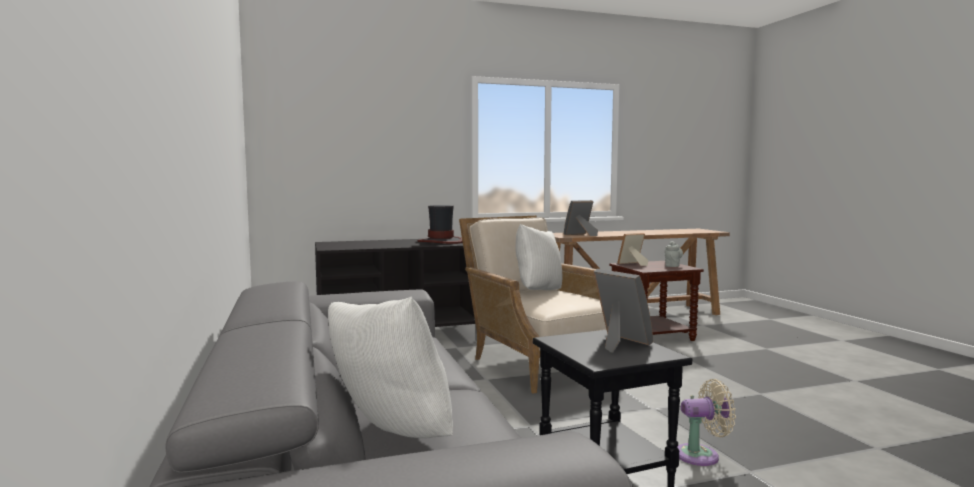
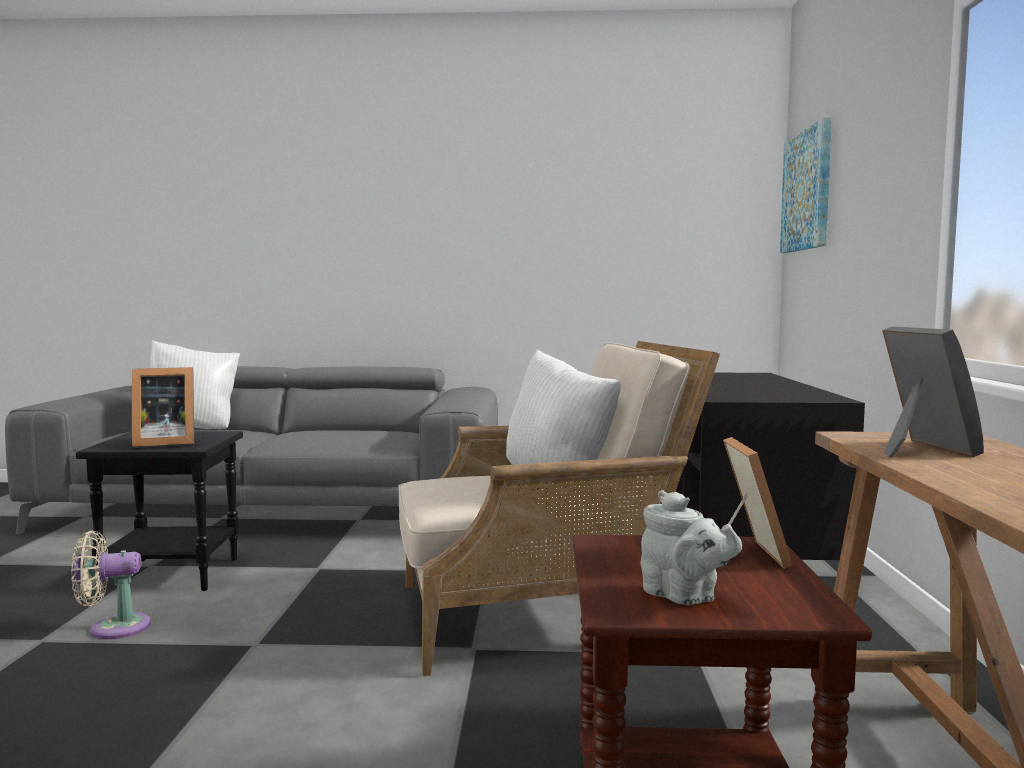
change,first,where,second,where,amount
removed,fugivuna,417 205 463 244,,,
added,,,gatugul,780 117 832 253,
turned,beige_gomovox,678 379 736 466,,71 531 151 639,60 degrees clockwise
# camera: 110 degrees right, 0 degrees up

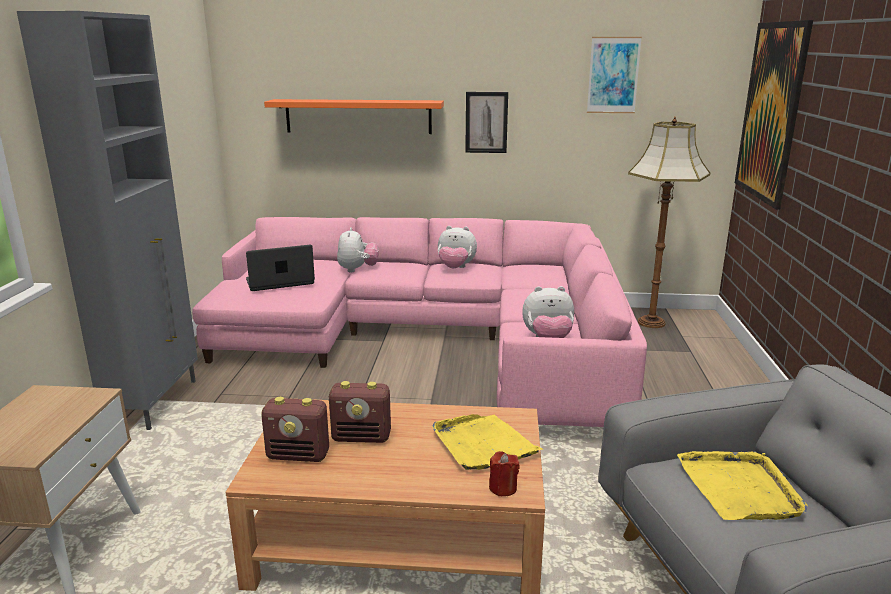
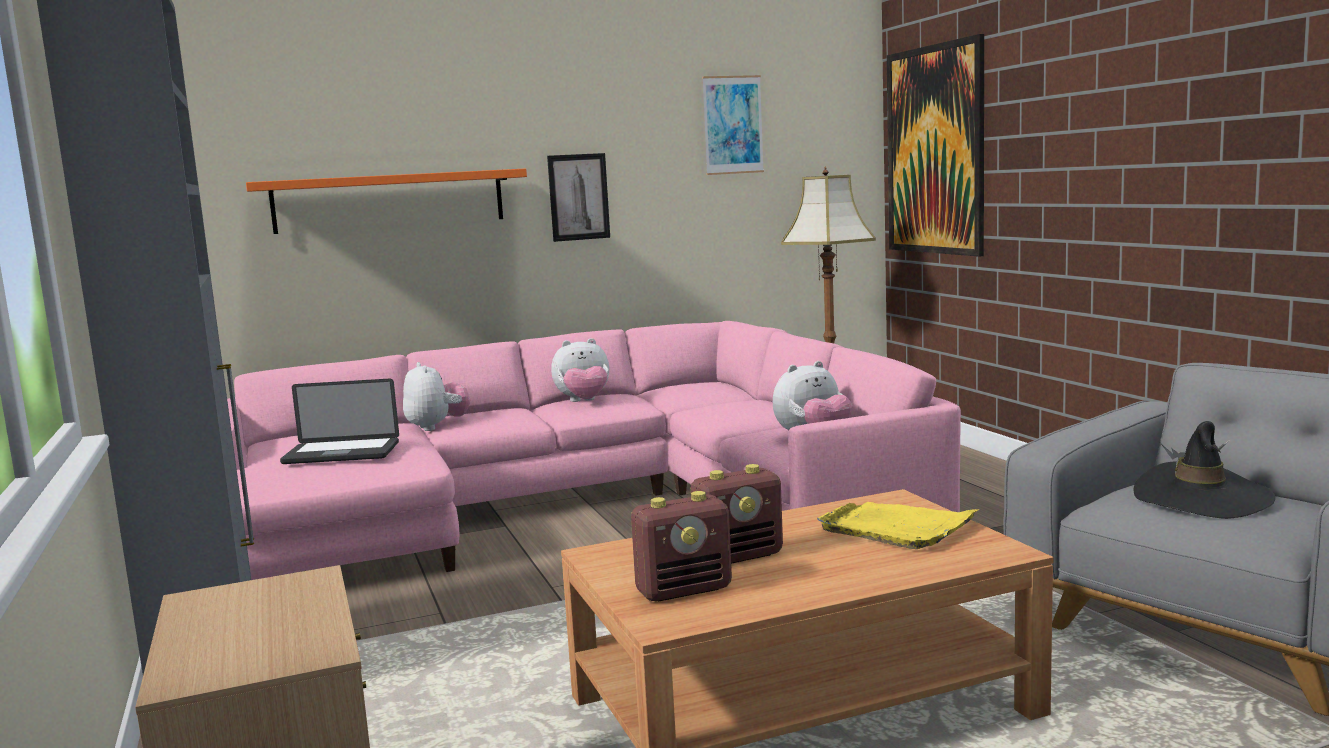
change,first,where,second,where,amount
removed,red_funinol,489 451 519 496,,,
replaced,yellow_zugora,677 451 808 520,black_fugivuna,1133 421 1275 519,
turned,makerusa,246 245 315 291,,280 379 399 464,135 degrees counterclockwise
# camera: 25 degrees left, 10 degrees down

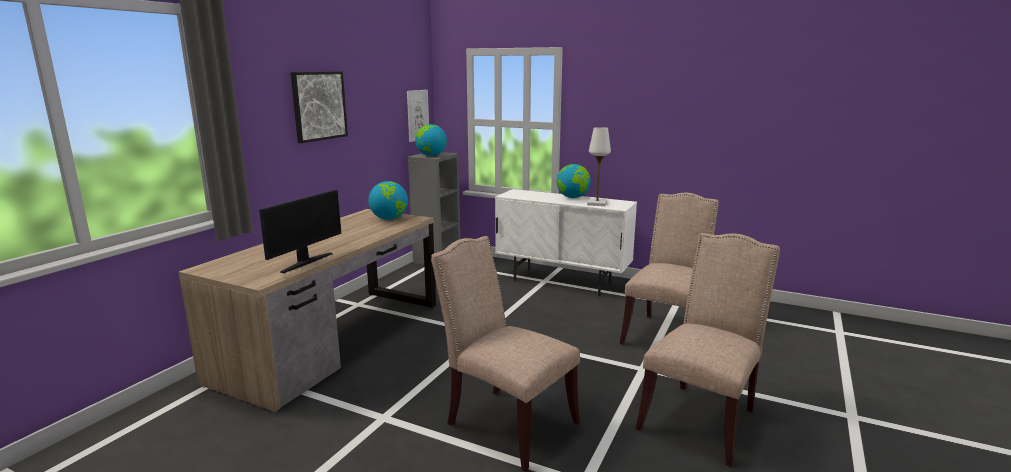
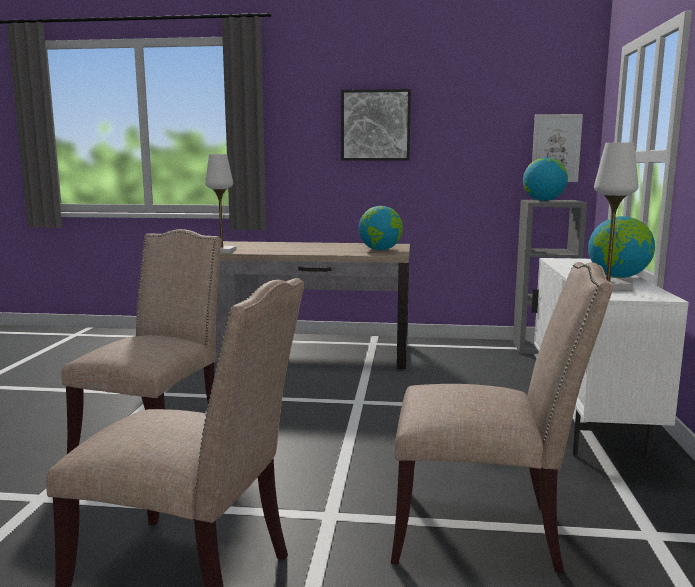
change,first,where,second,where,amount
replaced,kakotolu,259 190 341 273,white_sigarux,205 154 237 253,
# camera: 70 degrees right, 5 degrees down

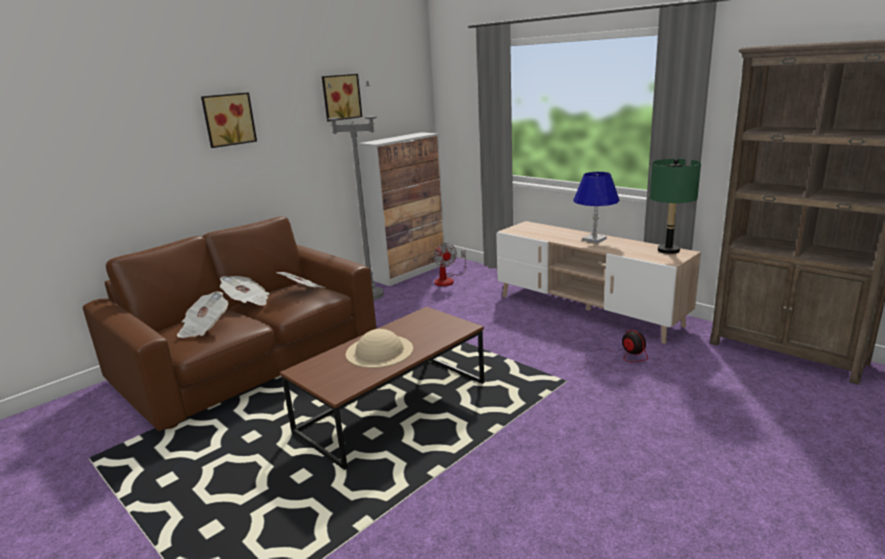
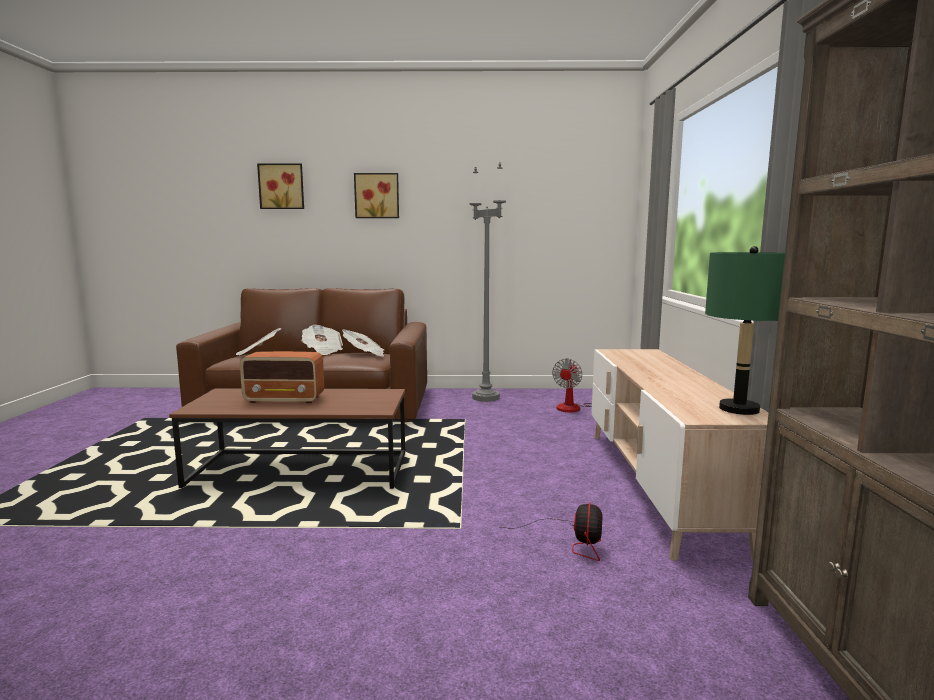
change,first,where,second,where,amount
removed,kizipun,359 132 446 286,,,
removed,blue_sigarux,573 172 620 243,,,
moved,gatugul,322 74 362 122,,257 163 304 209,
replaced,beige_fugivuna,346 329 413 368,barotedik,240 351 324 403,
# camera: 45 degrees right, 10 degrees down

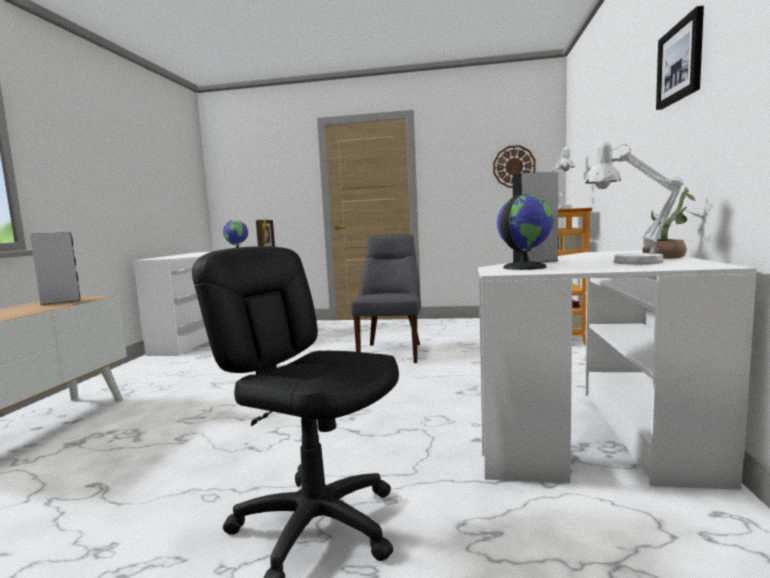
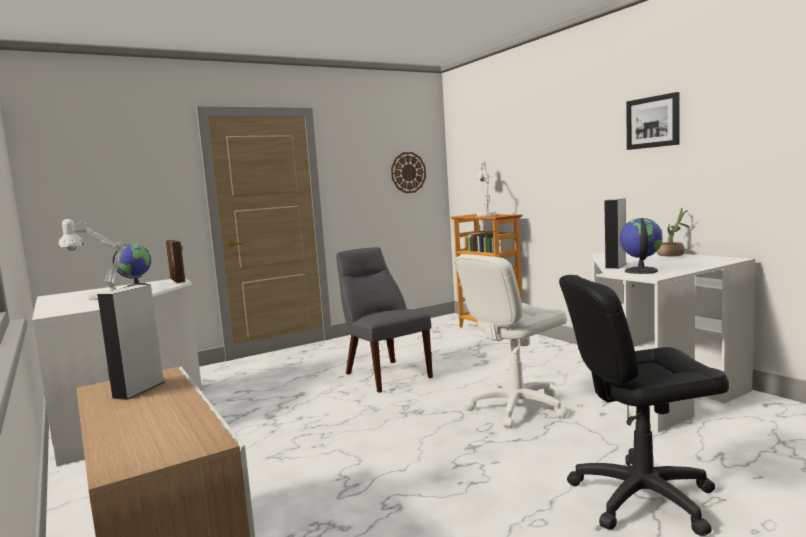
change,first,where,second,where,amount
added,,,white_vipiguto,455 254 567 428,
moved,white_sigarux,584 141 683 265,,58 219 124 300,
# camera: 40 degrees left, 0 degrees up

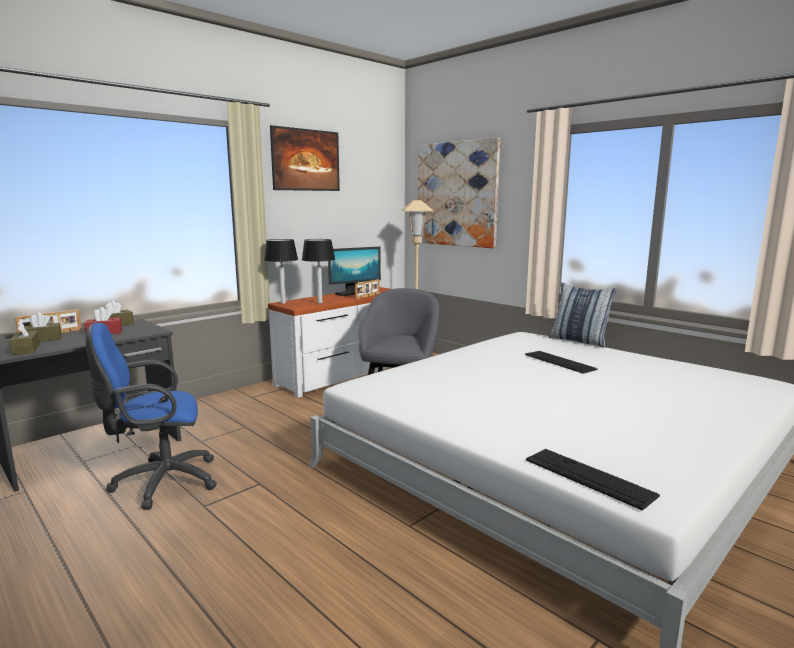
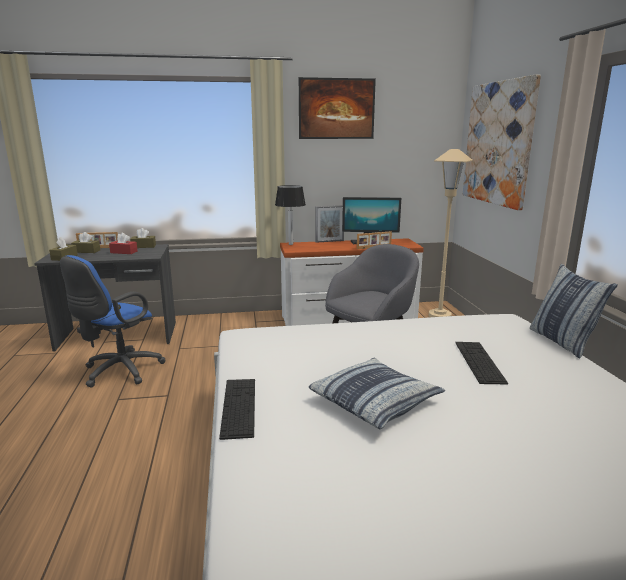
change,first,where,second,where,amount
removed,sigarux,302 239 335 303,,,
added,,,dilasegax,308 358 445 429,
added,,,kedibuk,316 205 344 243,
moved,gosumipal,526 449 660 510,,219 379 255 440,
turned,blue_vipiguto,85 323 217 510,,60 255 166 388,75 degrees counterclockwise
# camera: 35 degrees right, 5 degrees up

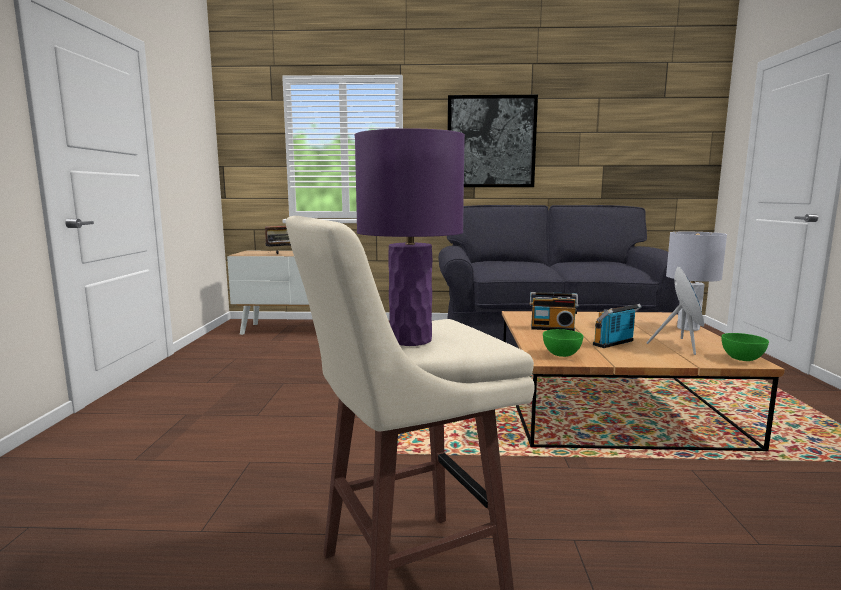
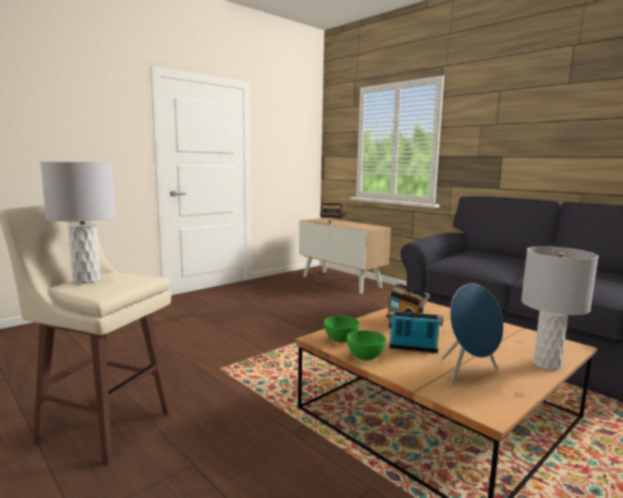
change,first,where,second,where,amount
removed,gatugul,448 95 538 187,,,
moved,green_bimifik,722 333 769 361,,347 330 386 360,
recoloured,purple_sigarux,355 128 465 346,grey_sigarux,40 161 115 284,
# camera: 45 degrees right, 0 degrees up

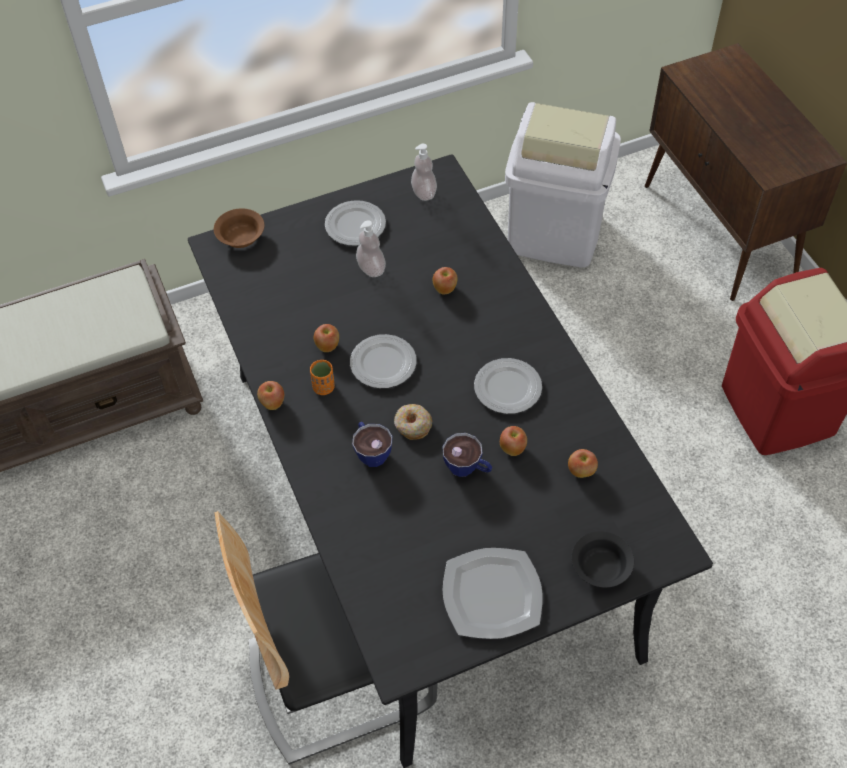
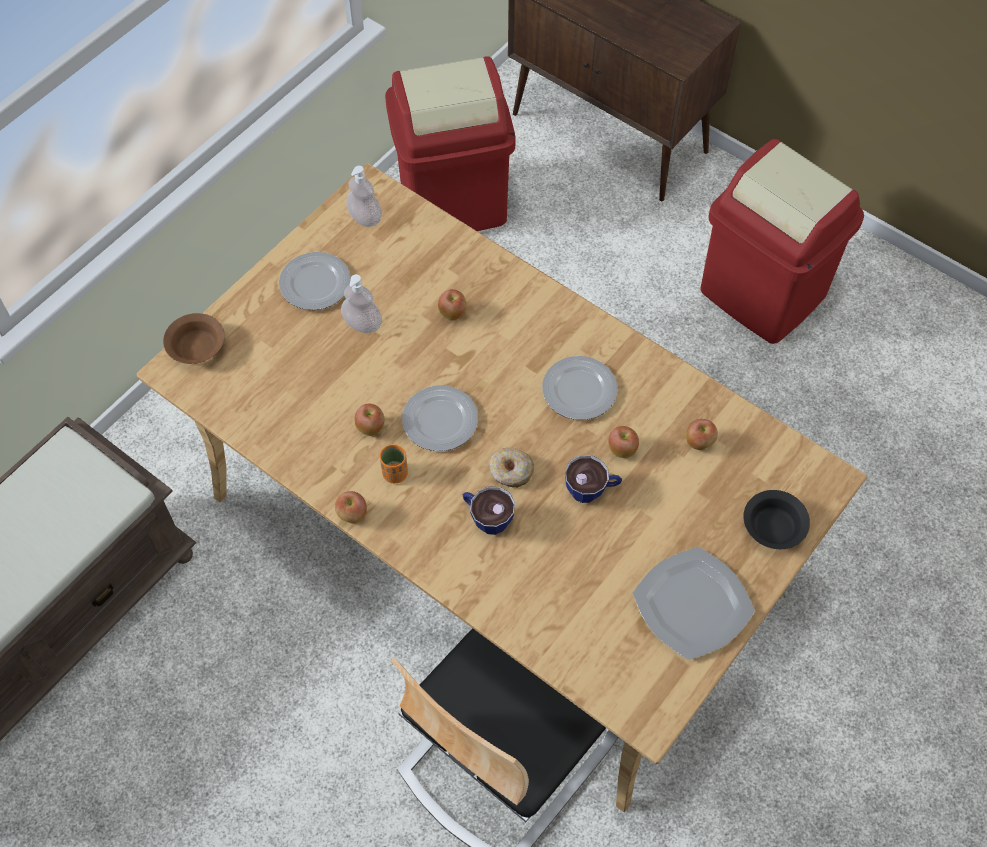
change,first,where,second,where,amount
recoloured,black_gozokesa,188 154 713 768,beige_gozokesa,137 163 867 812,
recoloured,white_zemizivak,505 102 621 268,red_zemizivak,385 56 516 231,
# camera: 30 degrees left, 5 degrees up

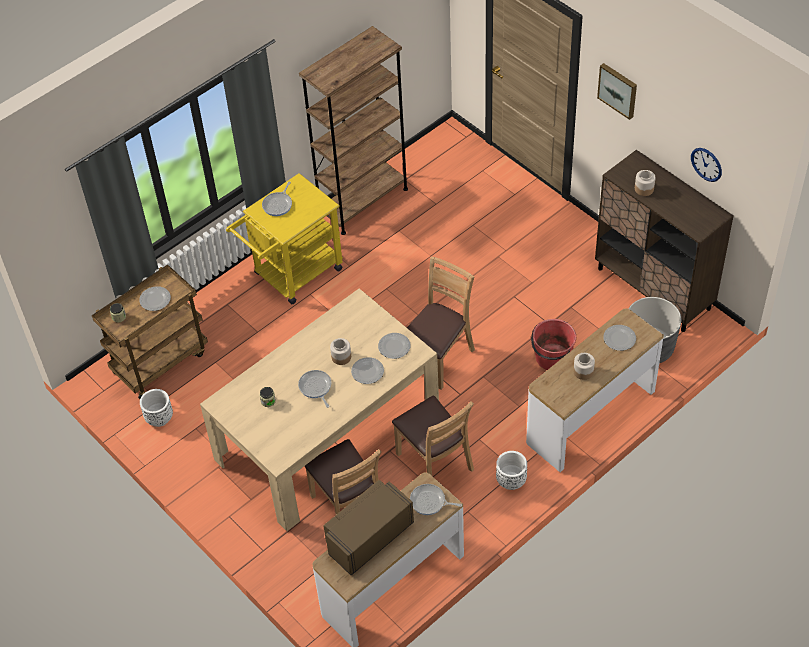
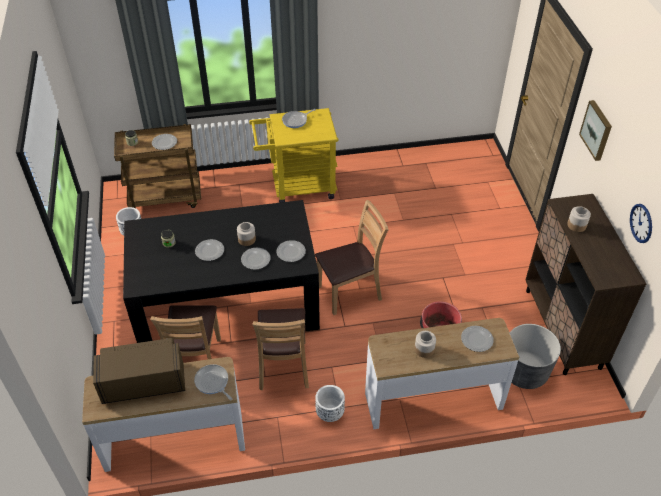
change,first,where,second,where,amount
removed,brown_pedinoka,299 26 408 235,,,
replaced,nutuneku,298 370 331 408,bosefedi,195 239 224 261,
recoloured,beige_gozokesa,200 288 439 531,black_gozokesa,123 200 320 343,
# camera: 30 degrees right, 5 degrees down

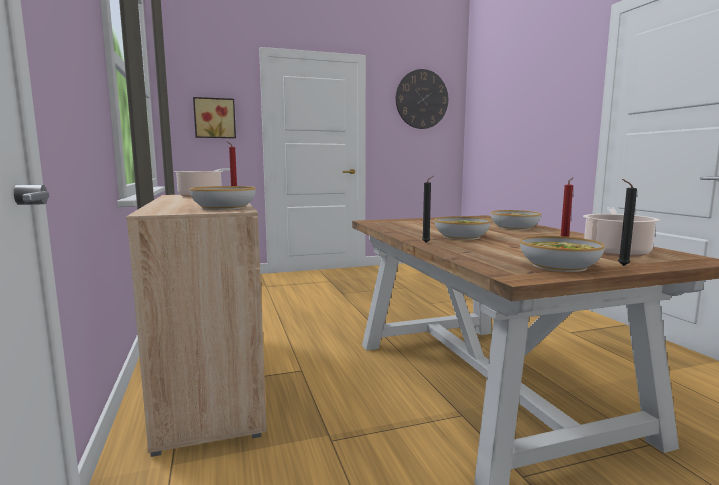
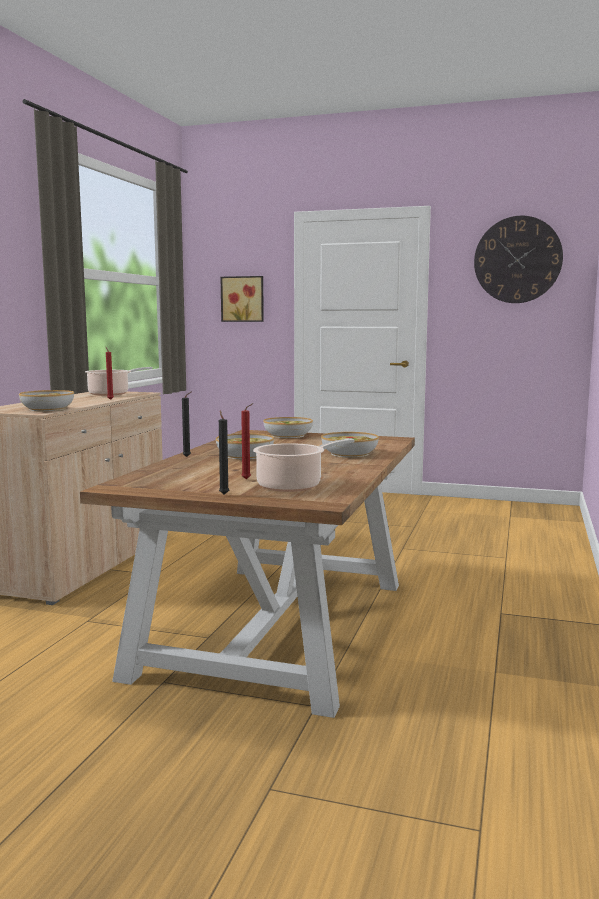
change,first,where,second,where,amount
moved,bimifik,520 236 605 272,,263 417 313 438,
# camera: 35 degrees right, 0 degrees up

